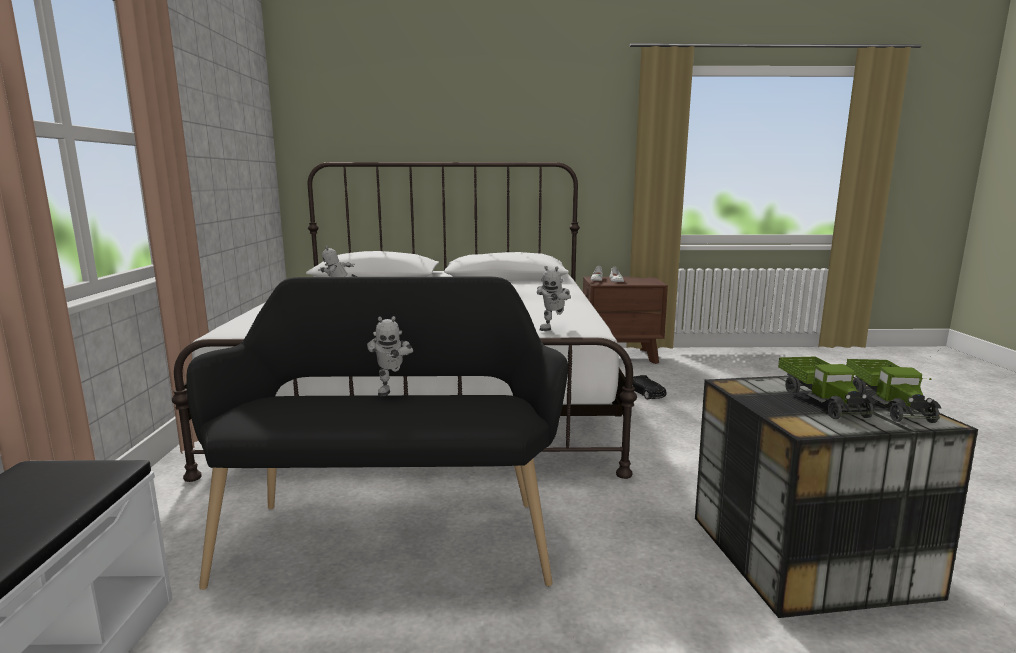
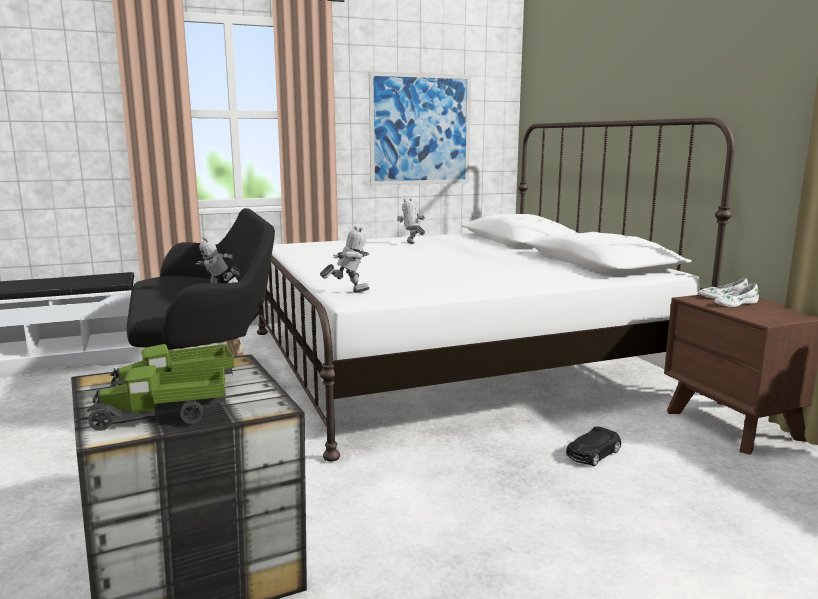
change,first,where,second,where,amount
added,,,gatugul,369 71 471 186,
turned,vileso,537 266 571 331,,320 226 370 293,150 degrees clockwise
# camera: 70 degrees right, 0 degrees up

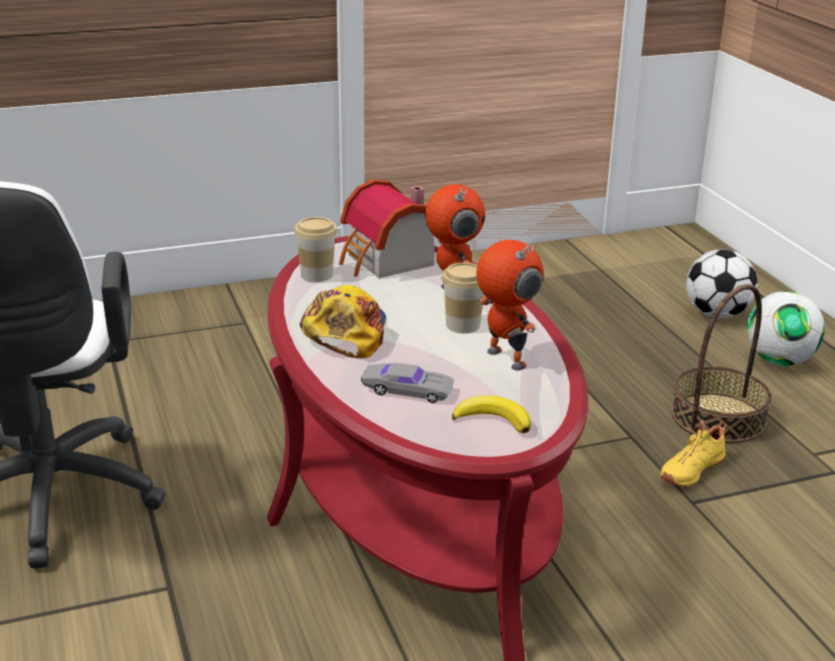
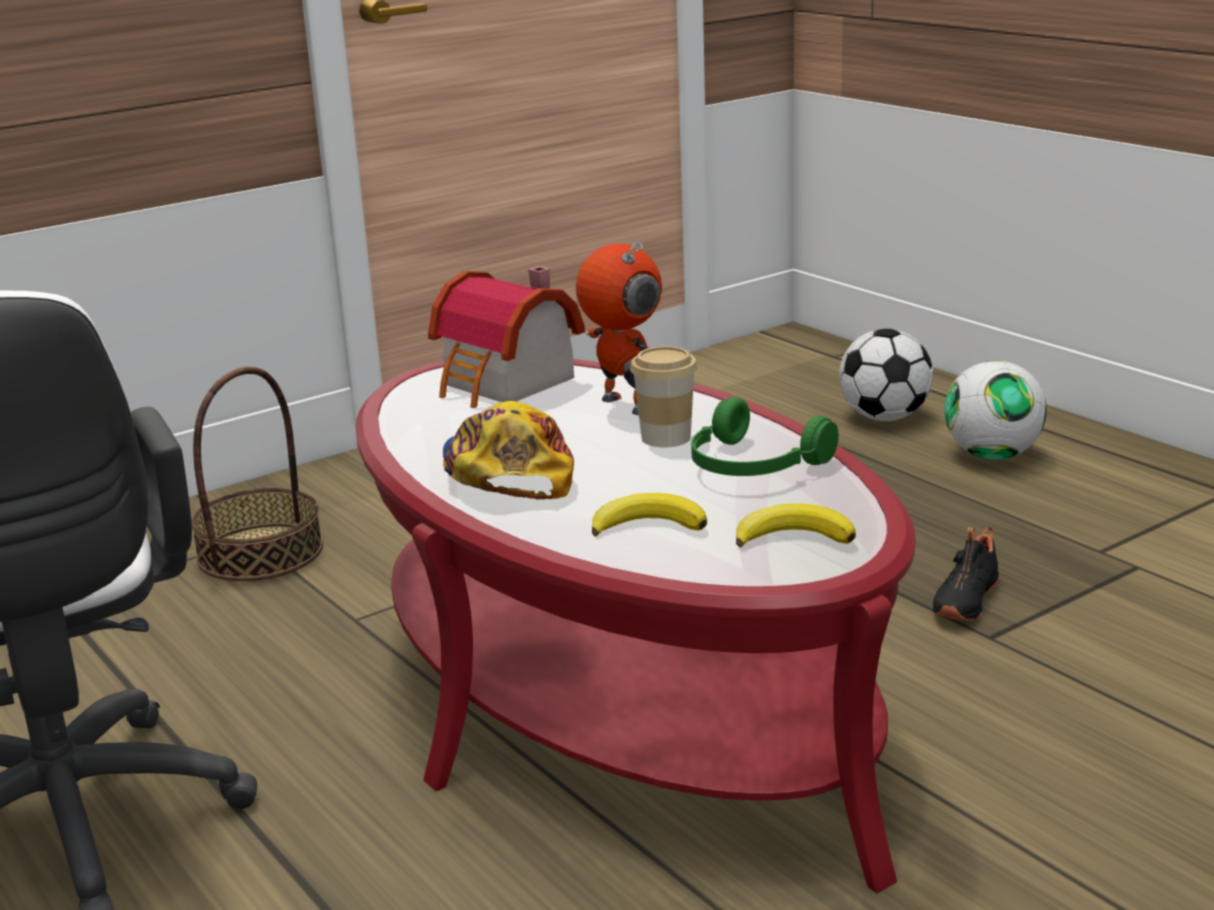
change,first,where,second,where,amount
removed,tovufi,294 217 337 282,,,
moved,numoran,671 284 772 443,,191 367 323 581,
replaced,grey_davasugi,361 363 454 403,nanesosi,592 493 707 537,
replaced,vileso,476 240 544 370,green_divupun,691 397 839 476,
recoloured,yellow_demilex,661 420 726 488,black_demilex,933 527 999 621,
# camera: 15 degrees left, 5 degrees down

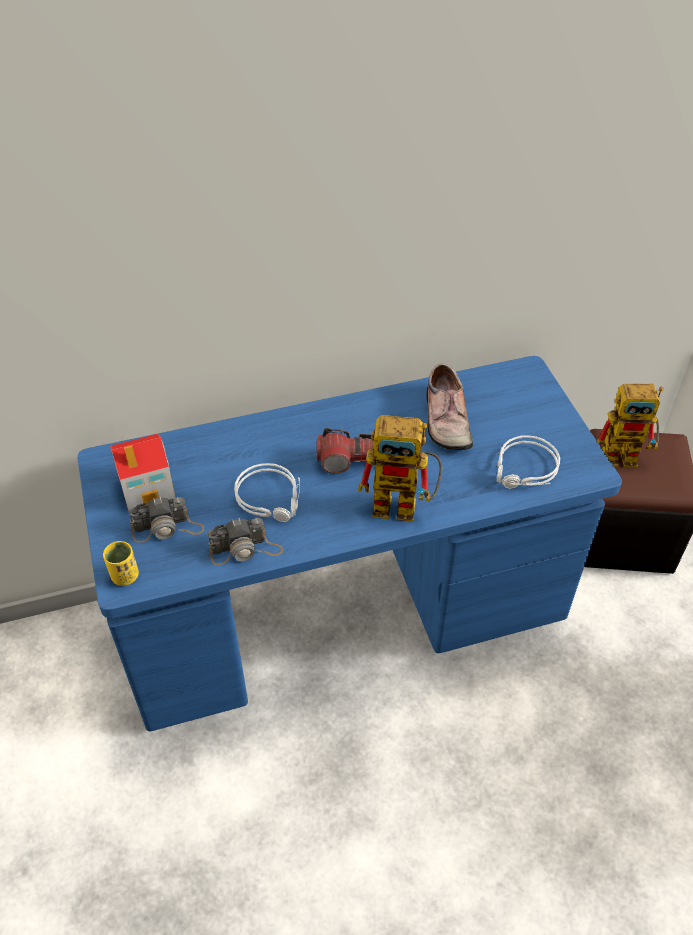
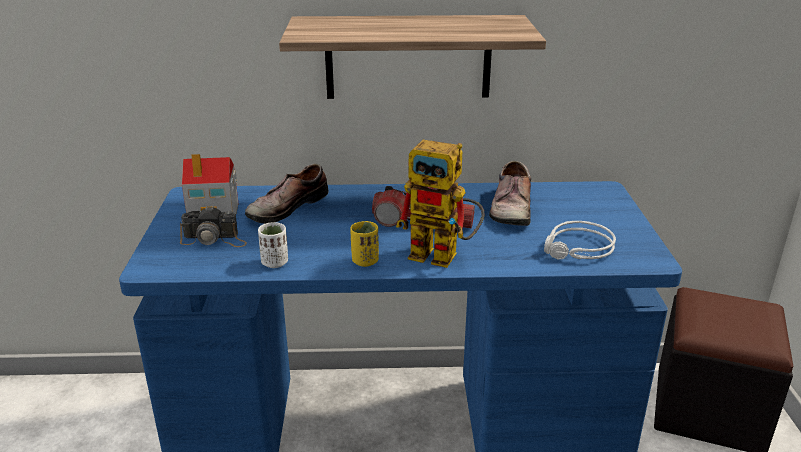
change,first,where,second,where,amount
removed,grey_divupun,234 463 300 522,,,
removed,vileso,597 383 664 467,,,
added,,,demilex,245 164 328 224,
added,,,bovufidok,279 15 546 99,
moved,yellow_tovufi,103 541 139 586,,350 221 379 267,
replaced,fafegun,207 518 283 565,white_tovufi,258 222 288 268,
# camera: 15 degrees right, 20 degrees down

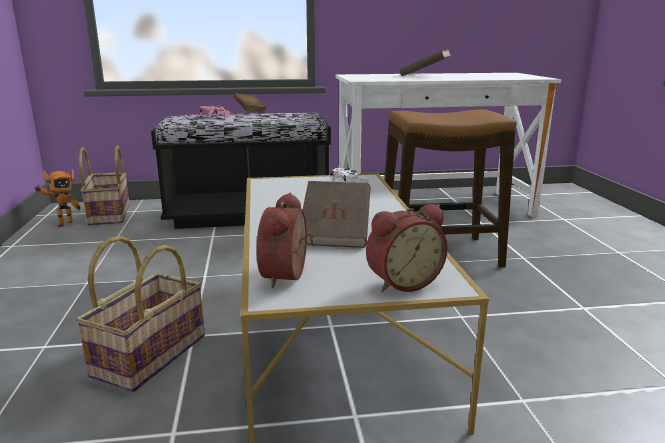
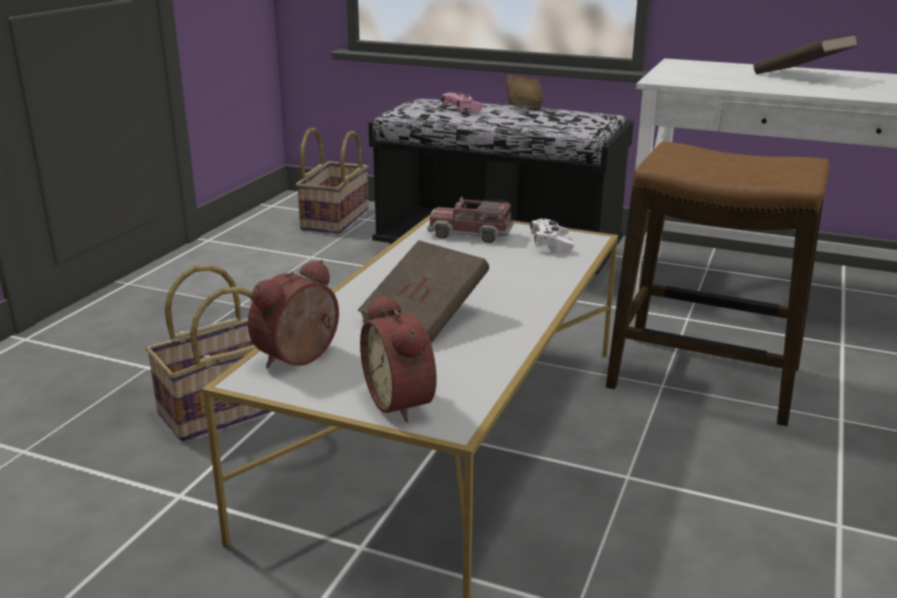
change,first,where,second,where,amount
removed,vileso,34 169 80 227,,,
added,,,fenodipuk,427 197 515 243,
turned,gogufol,366 204 448 292,,360 294 437 423,60 degrees clockwise
# camera: 30 degrees right, 5 degrees up

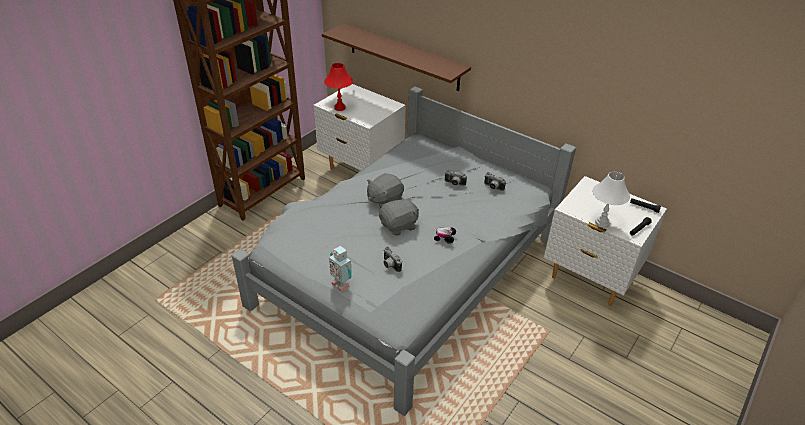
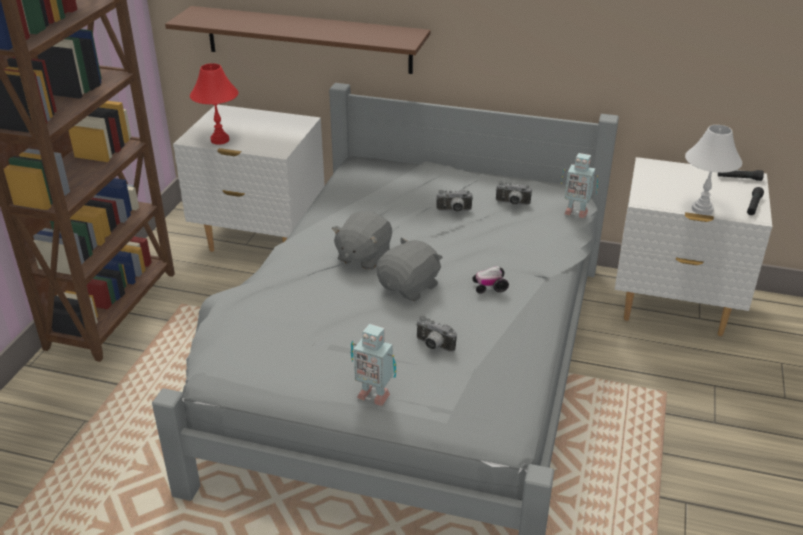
change,first,where,second,where,amount
added,,,vileso,561 153 598 218,
# camera: 20 degrees left, 5 degrees down

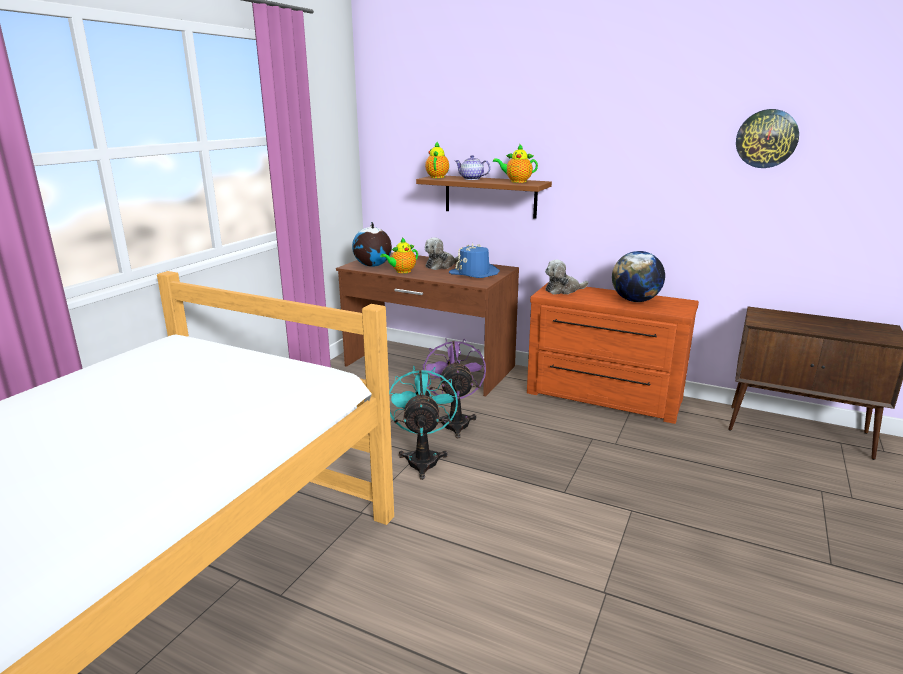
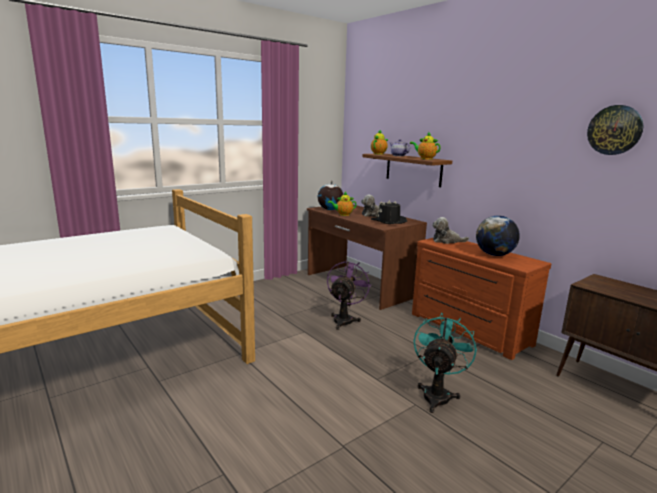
change,first,where,second,where,amount
moved,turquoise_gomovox,389 366 458 480,,413 313 477 413,
recoloured,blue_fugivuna,449 243 500 278,black_fugivuna,371 200 407 224,
# camera: 25 degrees right, 5 degrees down

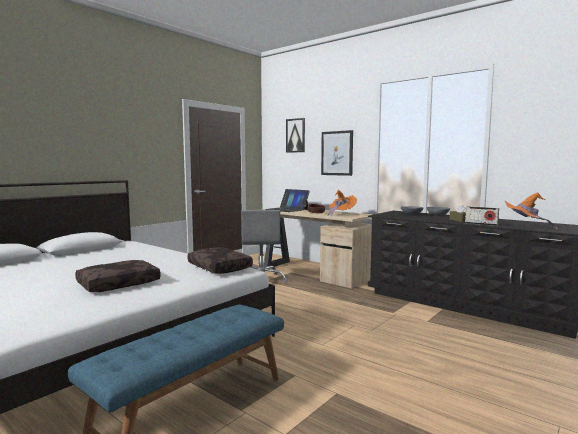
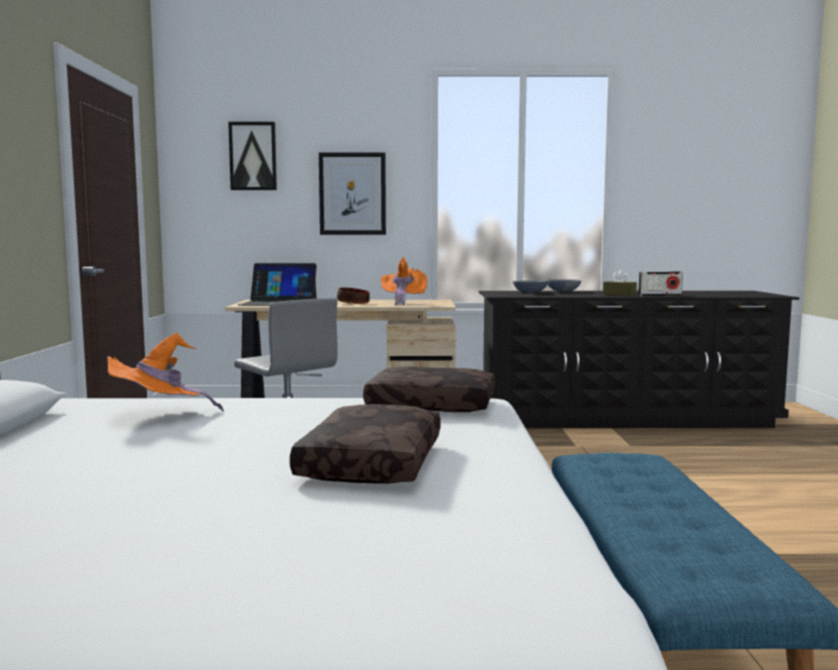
change,first,where,second,where,amount
moved,orange_fugivuna,505 192 557 229,,107 333 224 412,
# camera: 40 degrees left, 0 degrees up

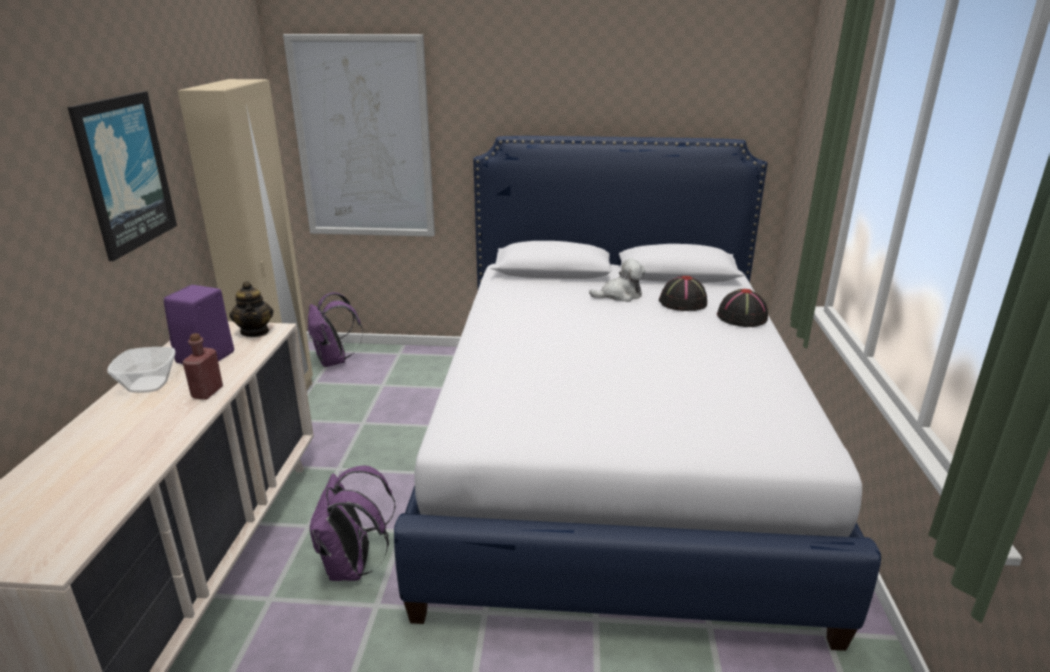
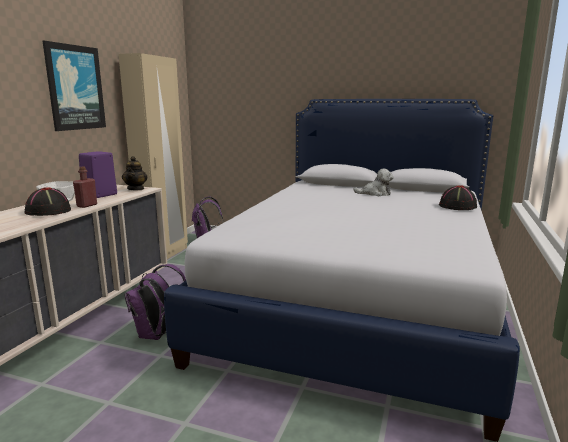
change,first,where,second,where,amount
removed,gatugul,283 34 435 236,,,
moved,black_fugivuna,659 276 707 311,,25 187 71 216,
# camera: 15 degrees right, 10 degrees down

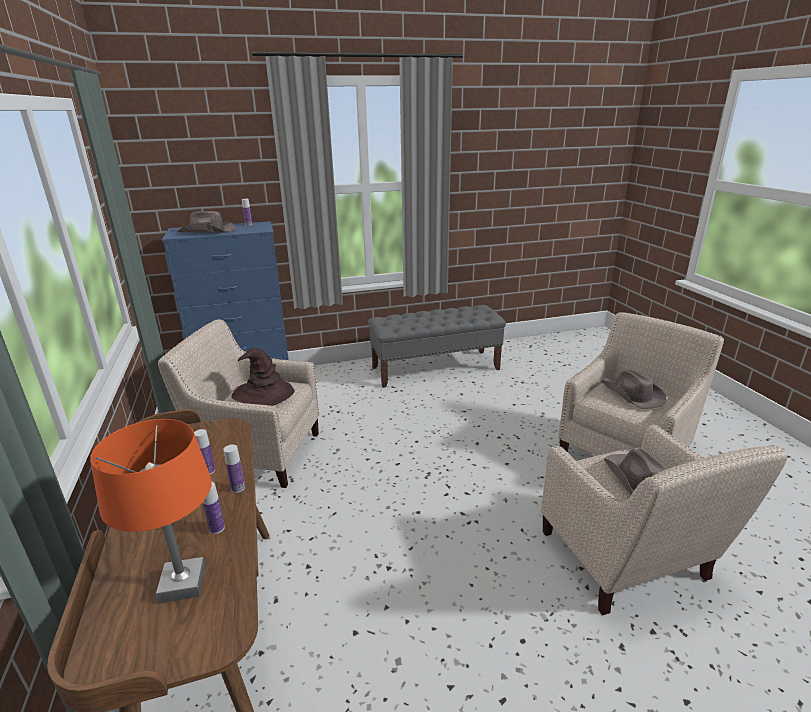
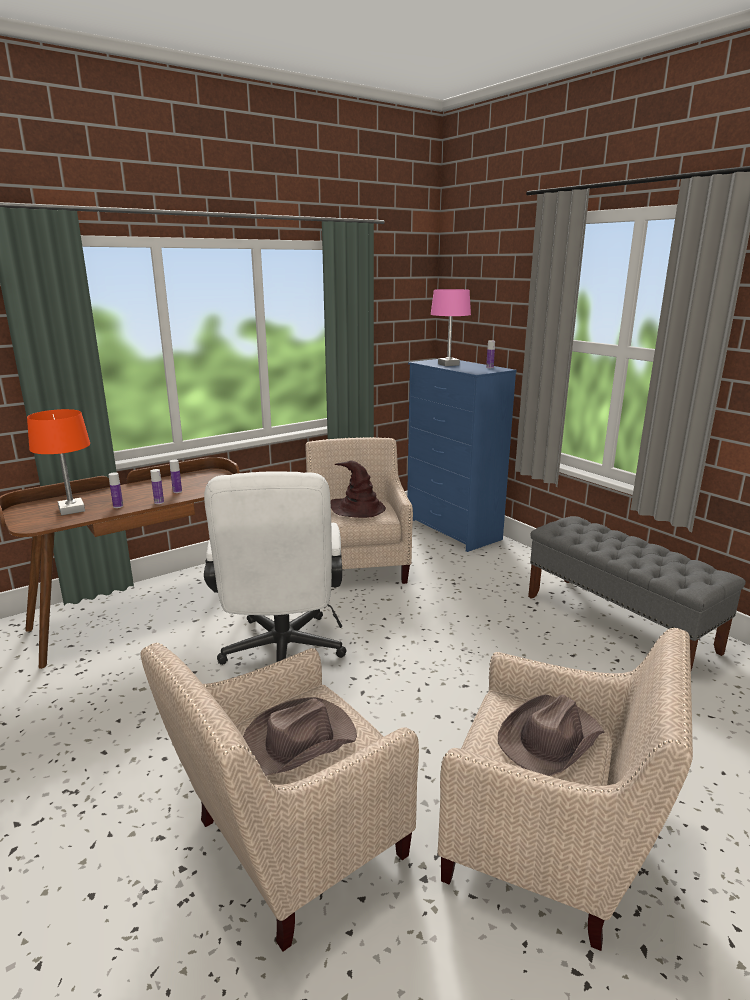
change,first,where,second,where,amount
added,,,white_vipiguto,204 471 346 665,
replaced,brown_fugivuna,177 211 236 233,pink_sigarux,431 289 471 366,
# camera: 70 degrees right, 5 degrees down

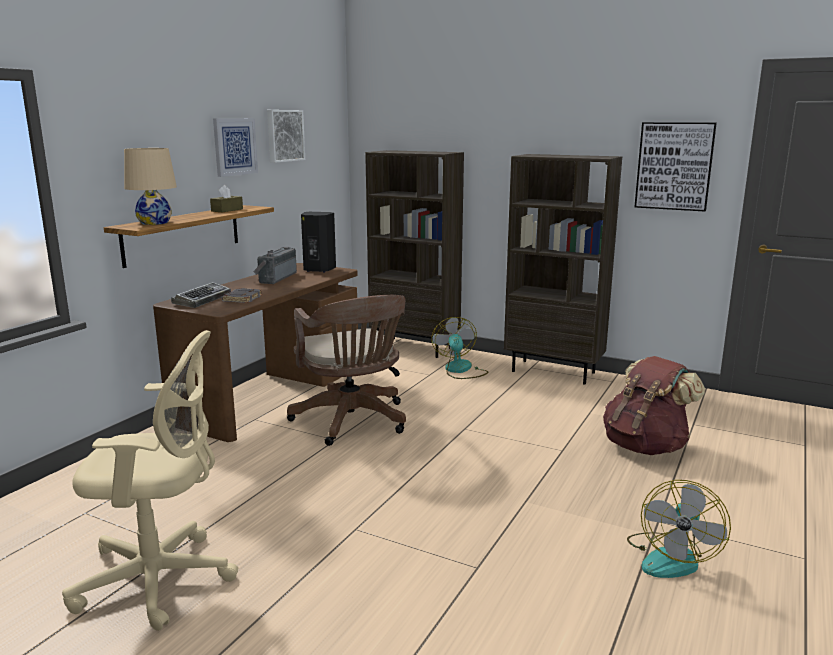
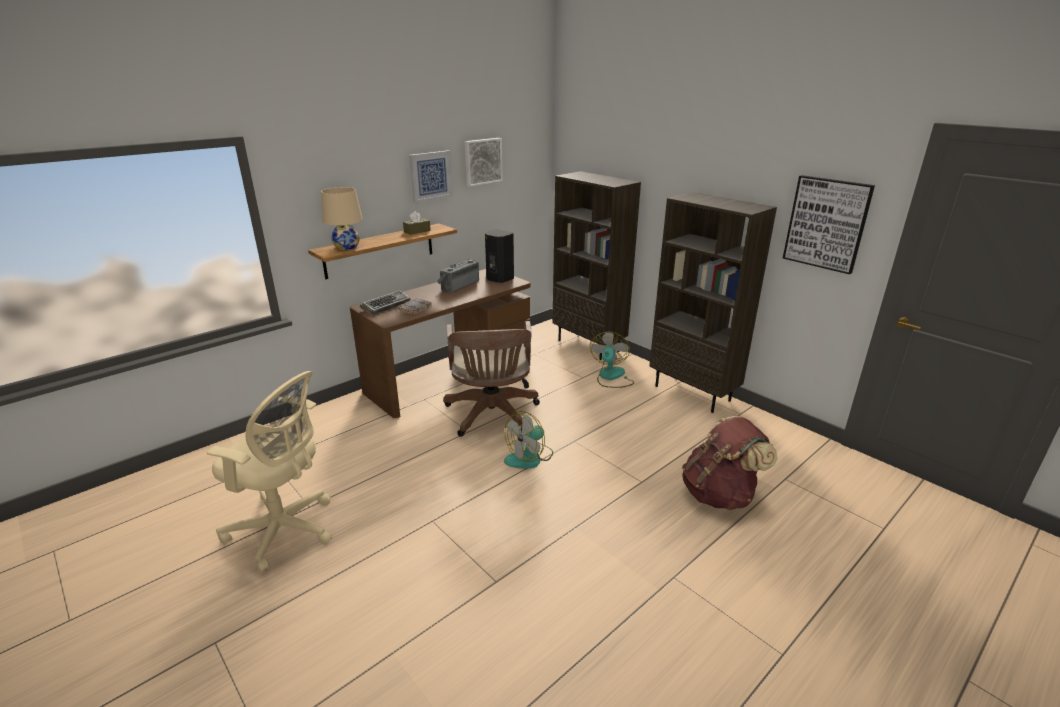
change,first,where,second,where,amount
moved,gomovox,627 480 731 578,,504 411 553 469,
# camera: 20 degrees right, 10 degrees up

